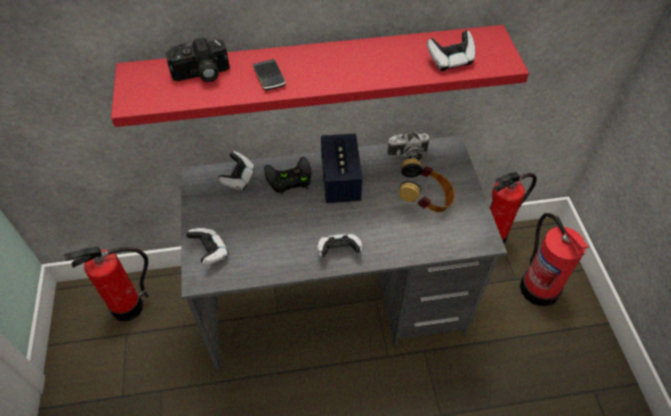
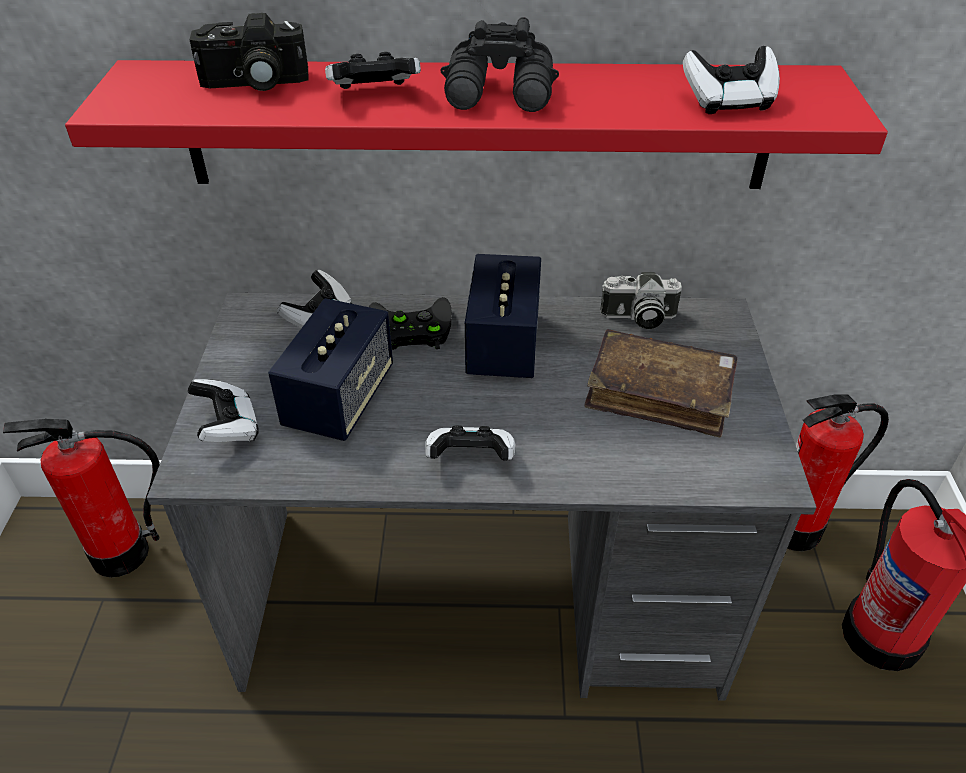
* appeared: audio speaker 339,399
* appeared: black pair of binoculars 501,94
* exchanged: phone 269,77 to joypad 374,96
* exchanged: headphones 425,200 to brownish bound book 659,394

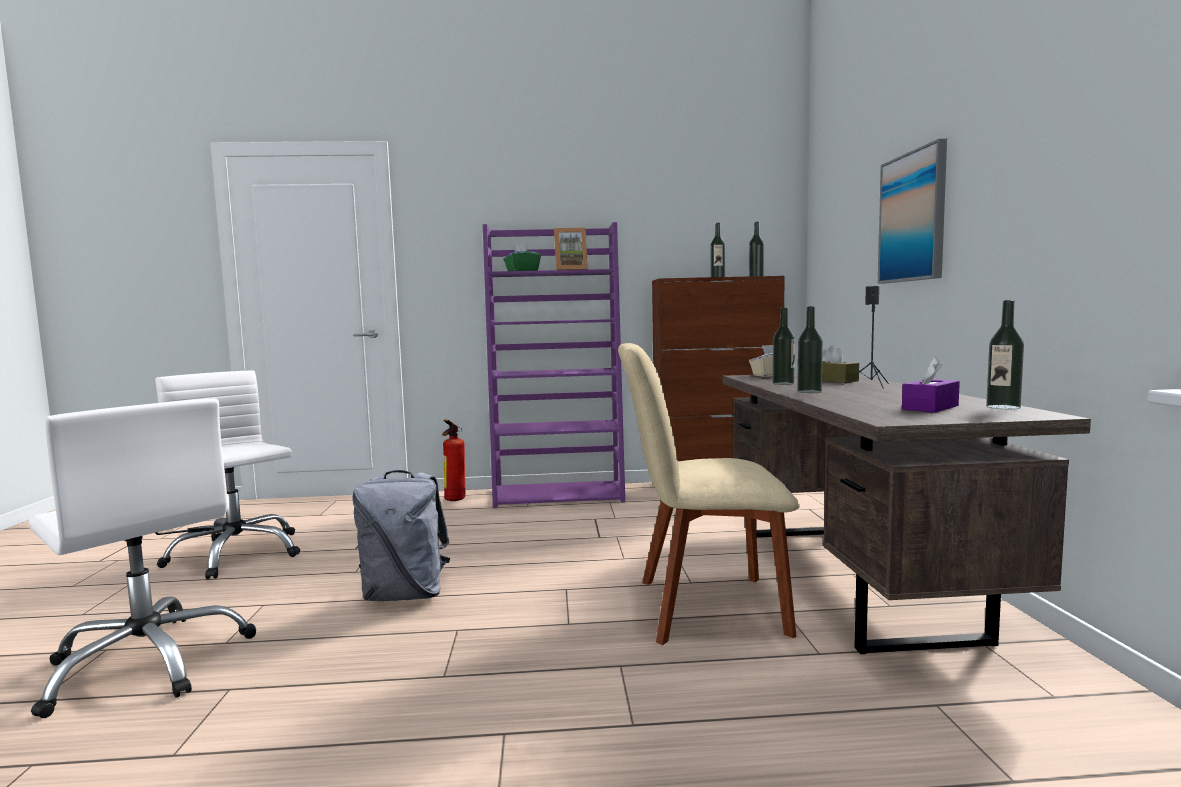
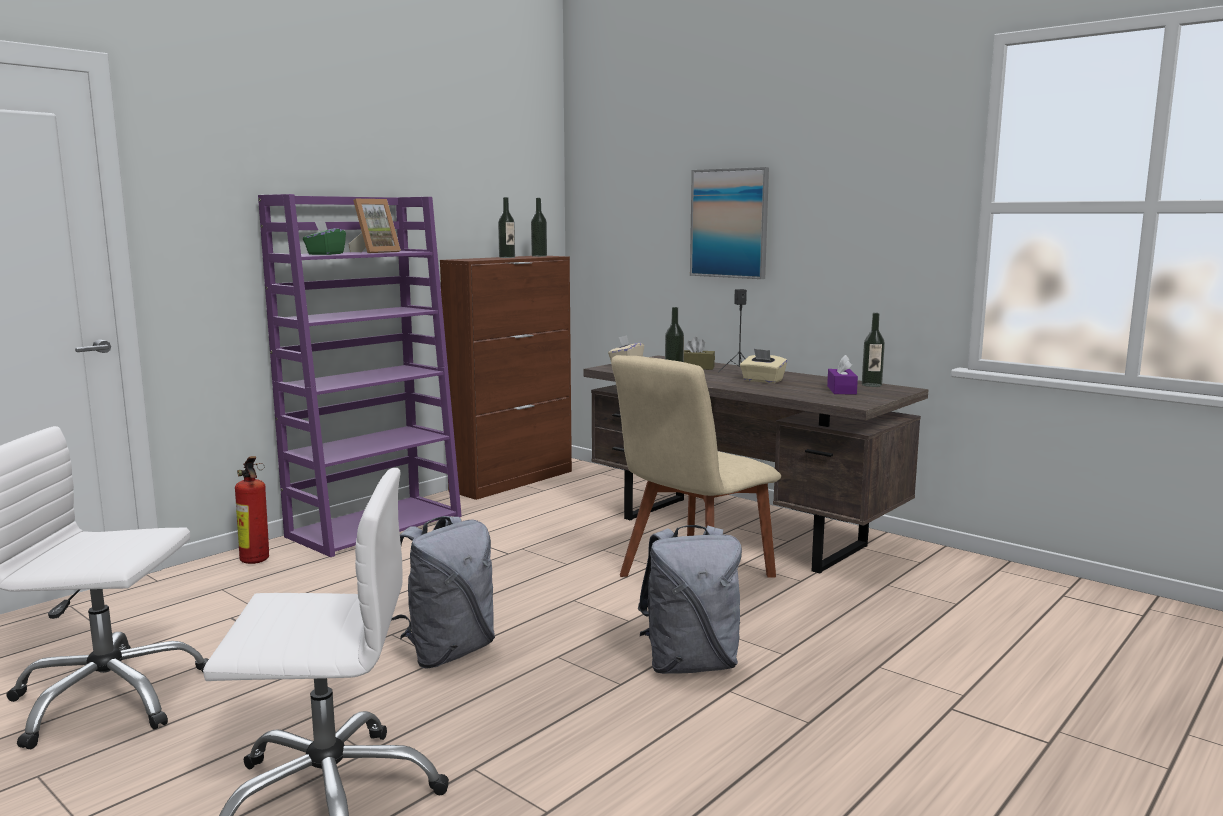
* missing: drink bottle 809,391
* appeared: greyish knapsack 690,664
* appeared: sand-coloured tissue box 762,381

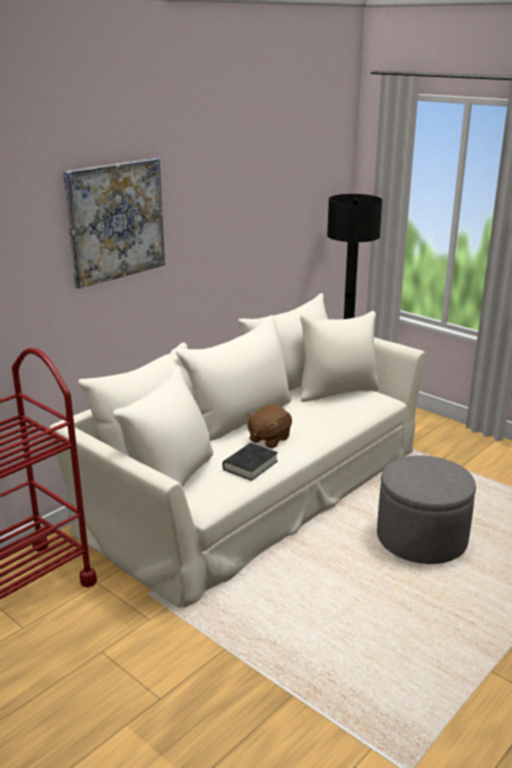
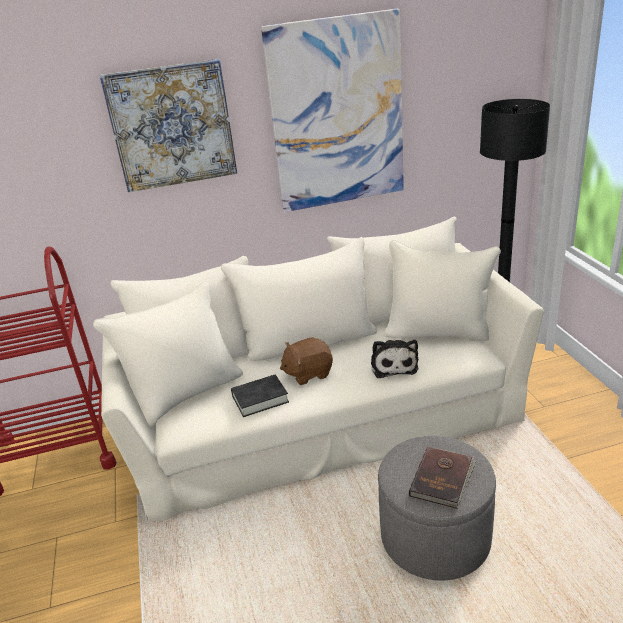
* appeared: wall picture 337,114
* appeared: soft toy 393,365
* appeared: brownish bound book 443,479

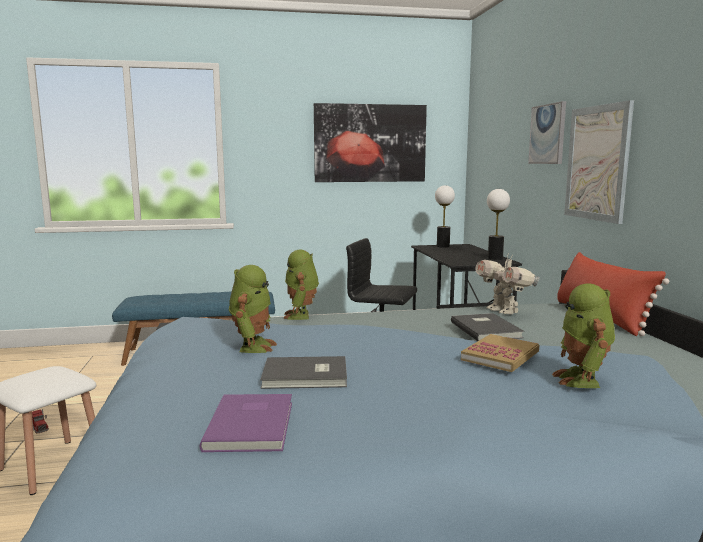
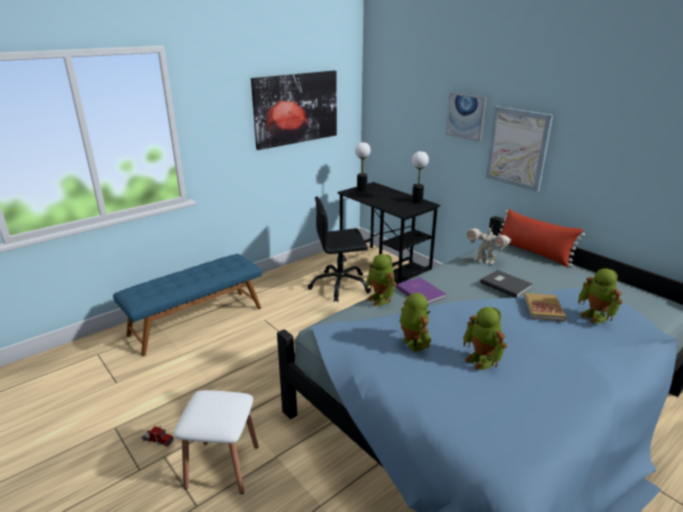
* relocated: purple-coloured bound book 253,424 to 421,292
* exchanged: greyish bound book 306,376 to model robot 482,360

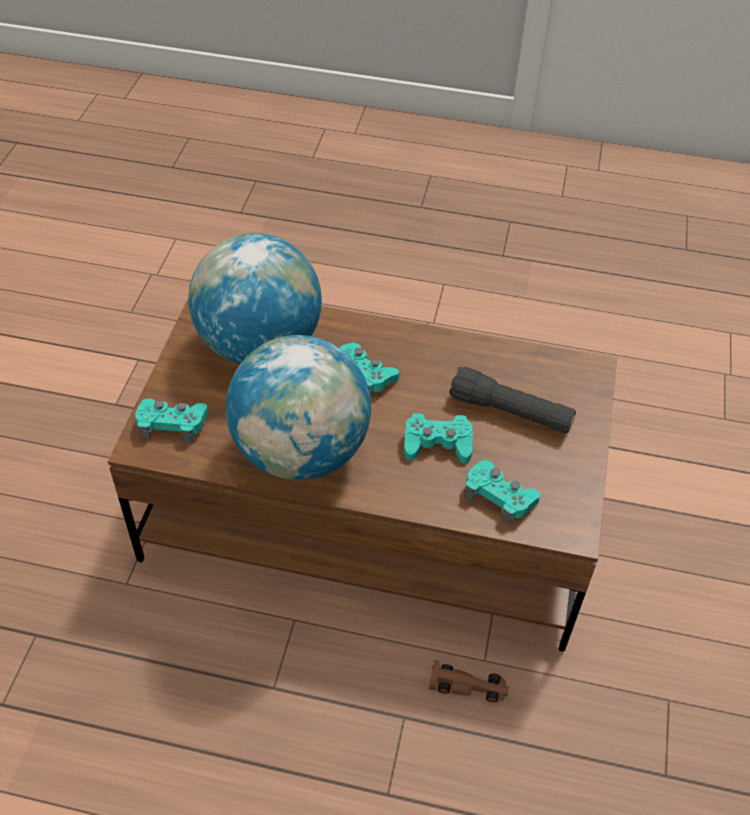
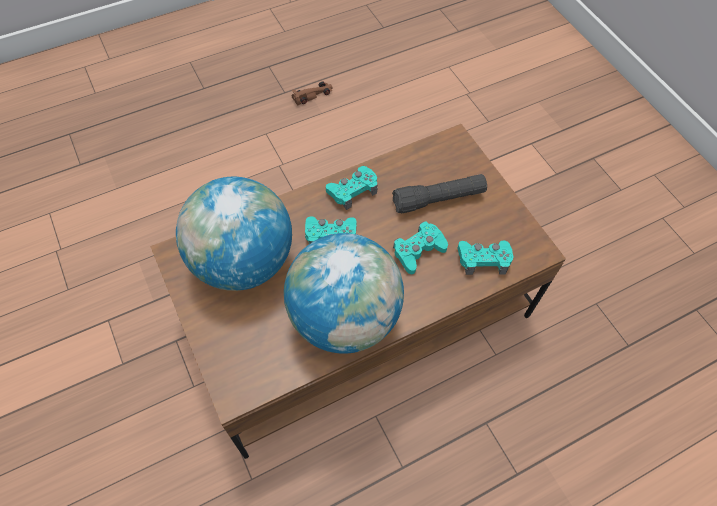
* relocated: turquoise-coloured joypad 172,424 to 352,190
* relocated: brownish toy car 468,686 to 313,95

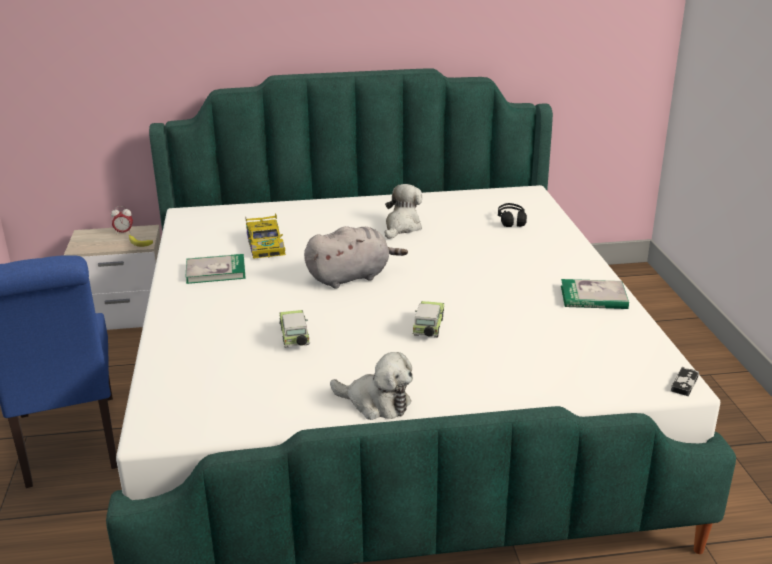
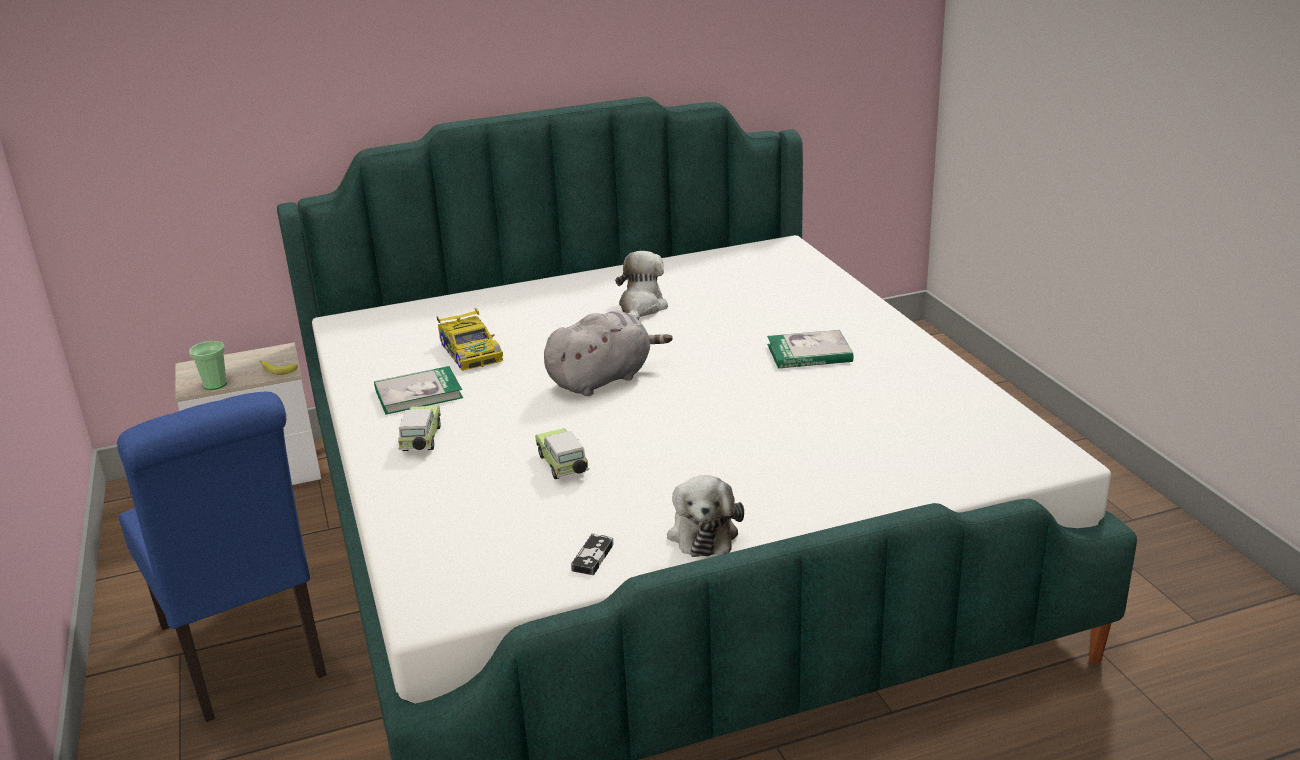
* missing: bedside clock 124,233
* missing: black headphones 511,221
* appeared: drinking cup 215,385
* relocated: toy car 428,329 to 421,441
* relocated: bound book 593,297 to 809,353
* relocated: joypad 684,383 to 593,557
* spun: soft toy 376,403 = 703,532 75 degrees clockwise

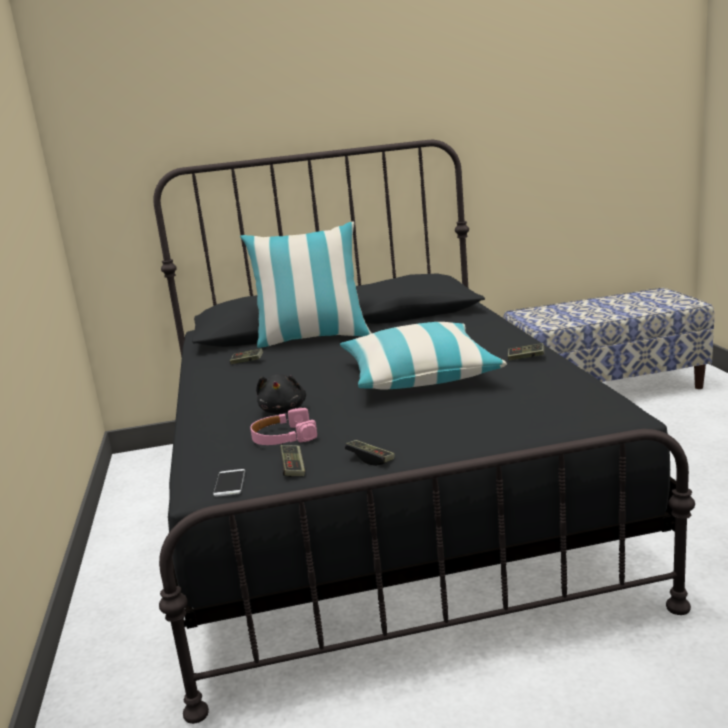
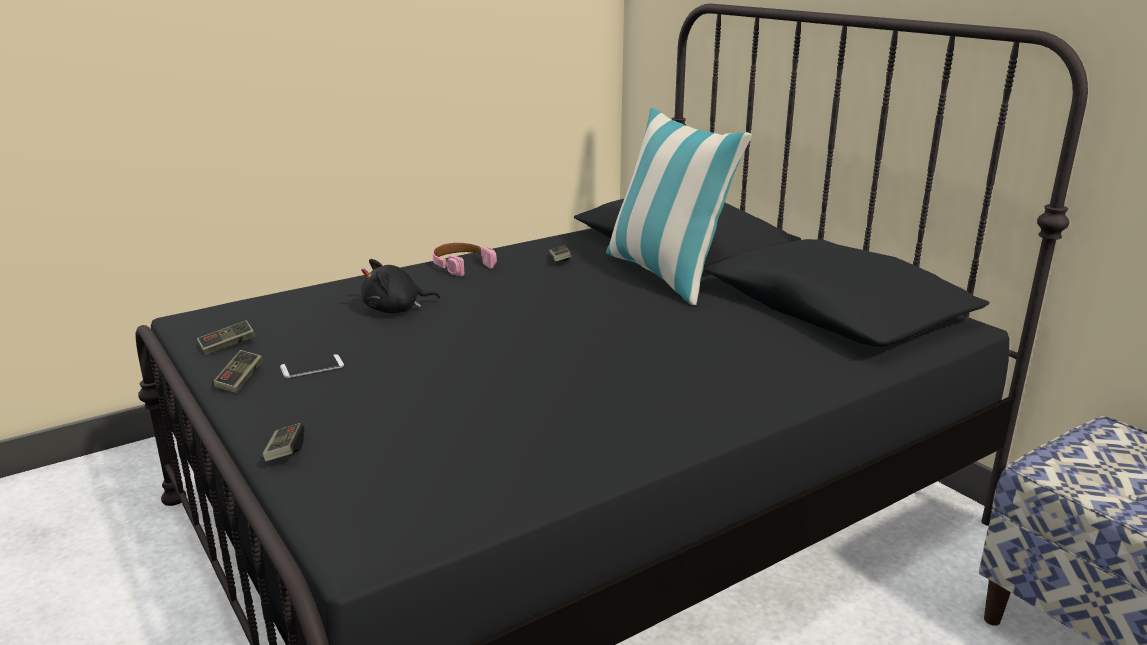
* missing: cushion 418,375
* relocated: phone 229,483 to 312,367
* relocated: pink headphones 283,437 to 461,265
* relocated: joypad 526,358 to 285,452

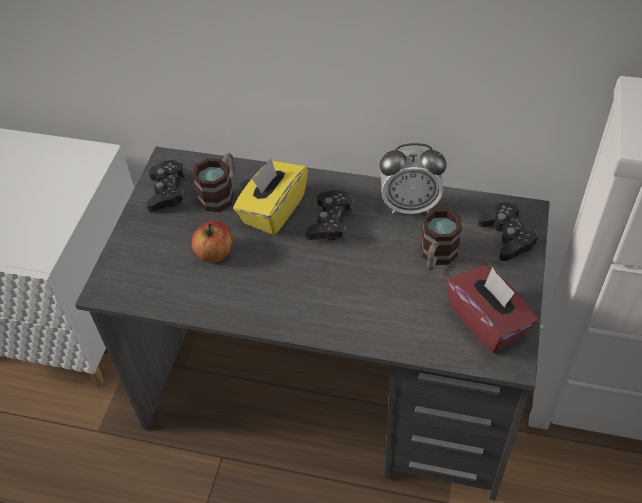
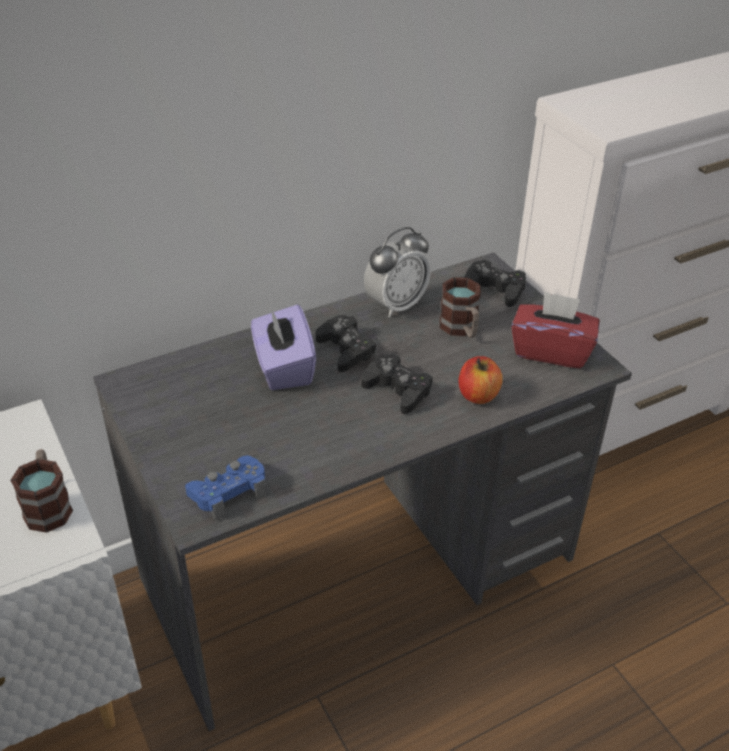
* appeared: blue-coloured joypad 228,492
* relocated: black joypad 167,191 to 397,389
* relocated: mug 220,193 to 48,505
* relocated: apple fruit 215,253 to 478,395
* colour: yellow-coloured tissue box 273,210 to purple-coloured tissue box 283,367

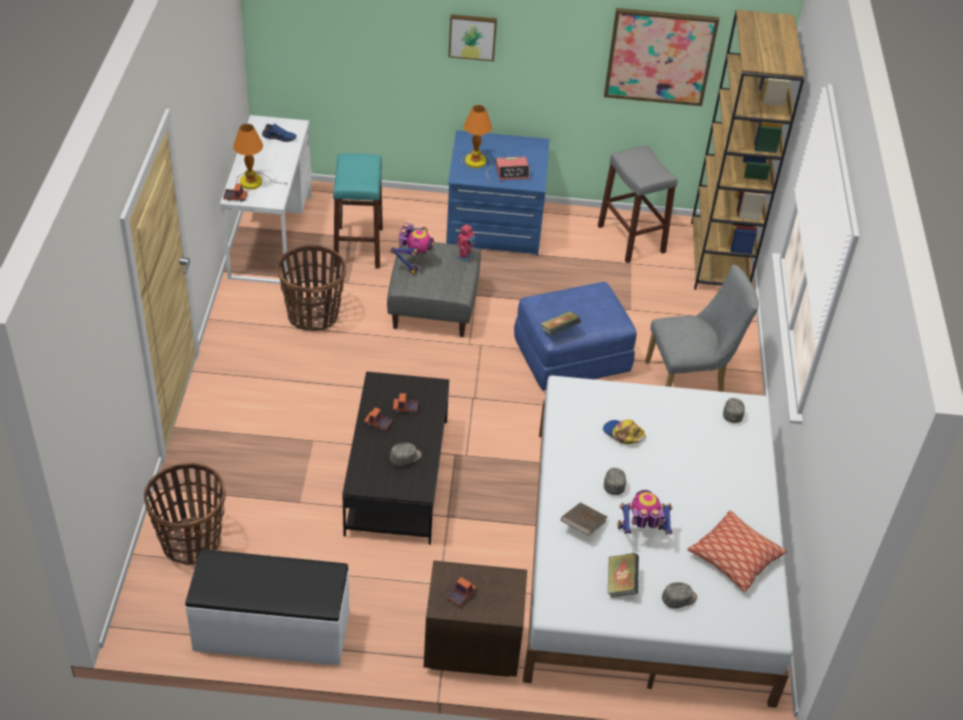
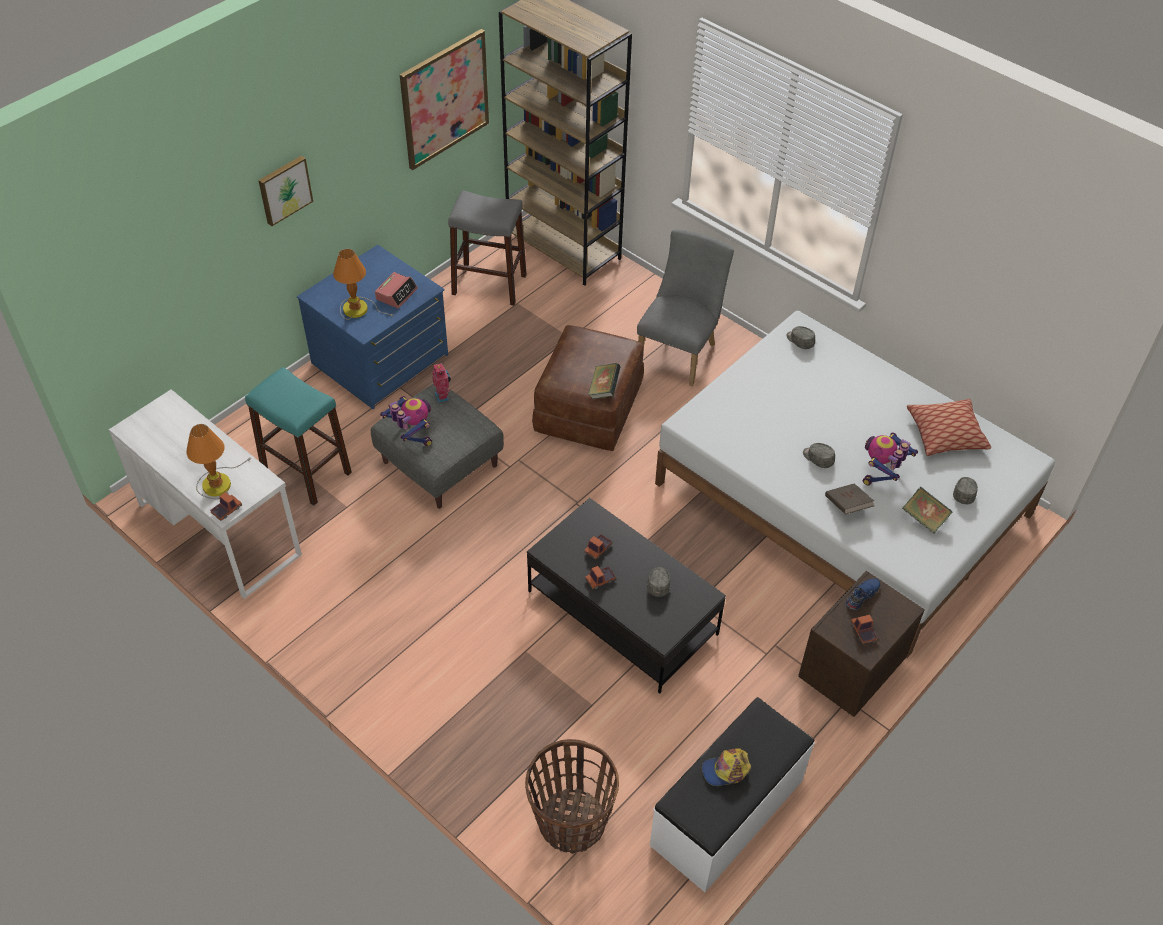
* missing: storage basket 313,315
* relocated: blue-coloured shoe 279,137 to 861,595
* relocated: peaked cap 622,434 to 726,770
* colour: blue-coloured pouffe 572,356 to brownish pouffe 588,408

